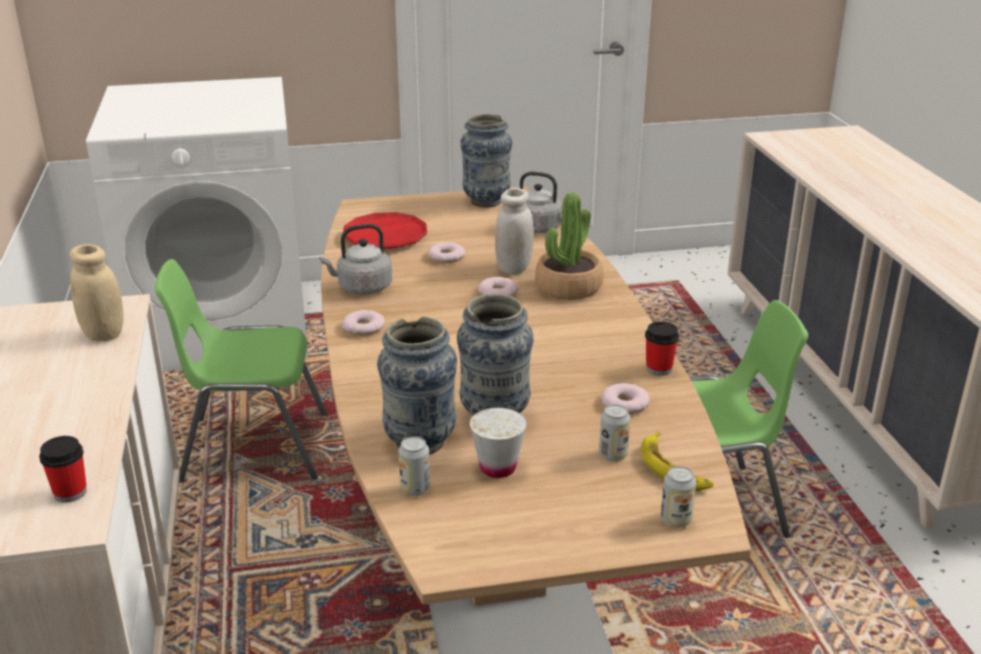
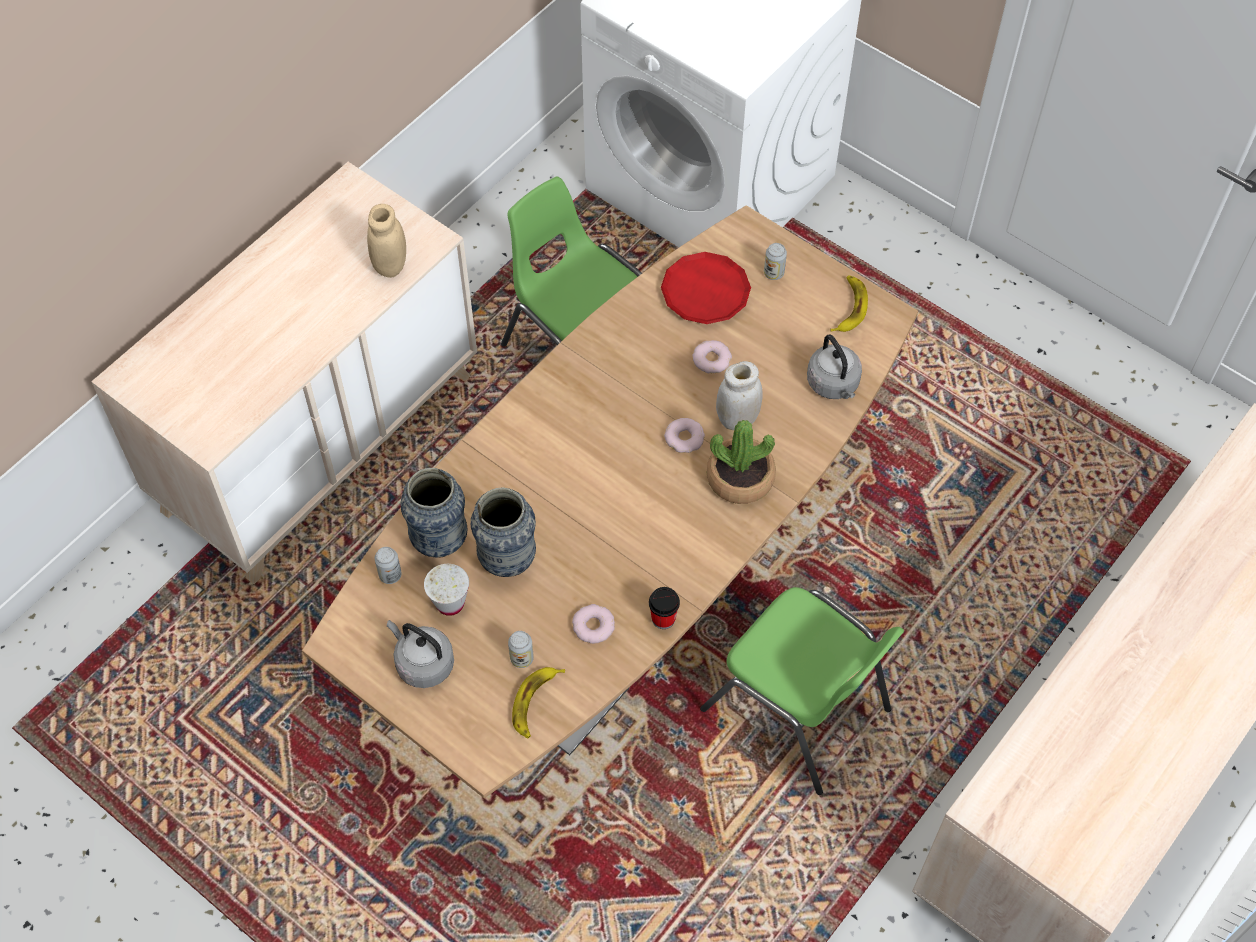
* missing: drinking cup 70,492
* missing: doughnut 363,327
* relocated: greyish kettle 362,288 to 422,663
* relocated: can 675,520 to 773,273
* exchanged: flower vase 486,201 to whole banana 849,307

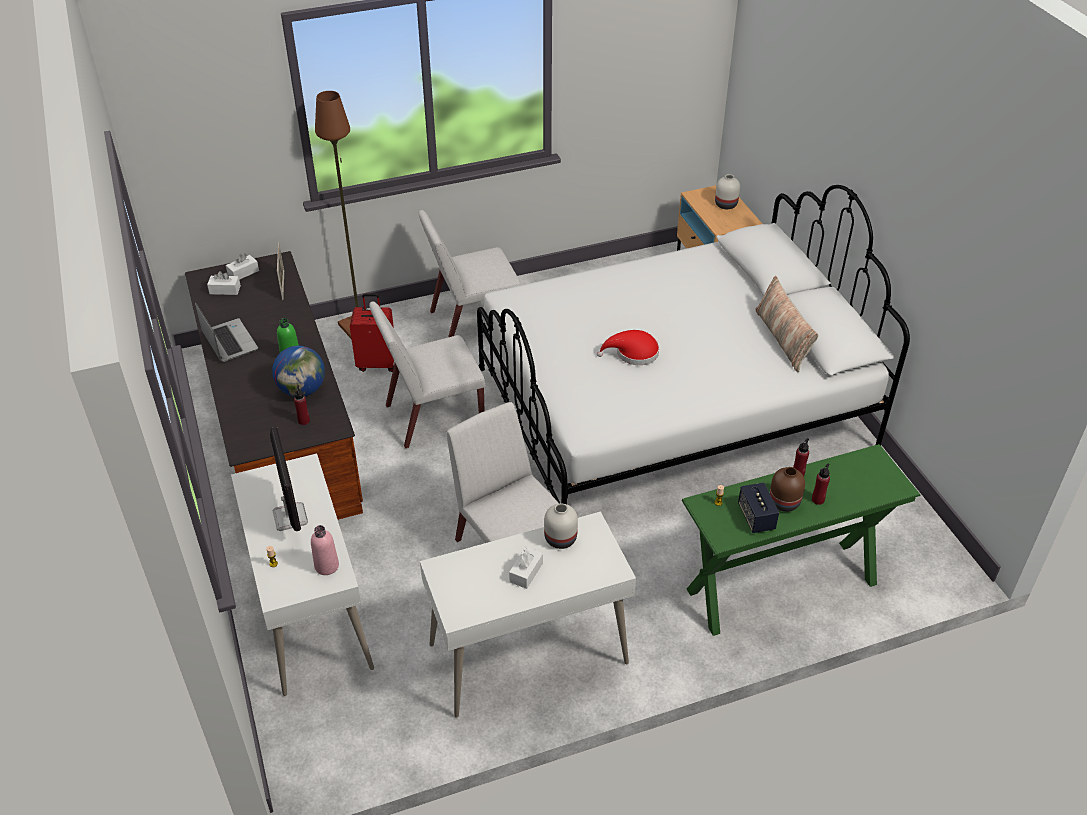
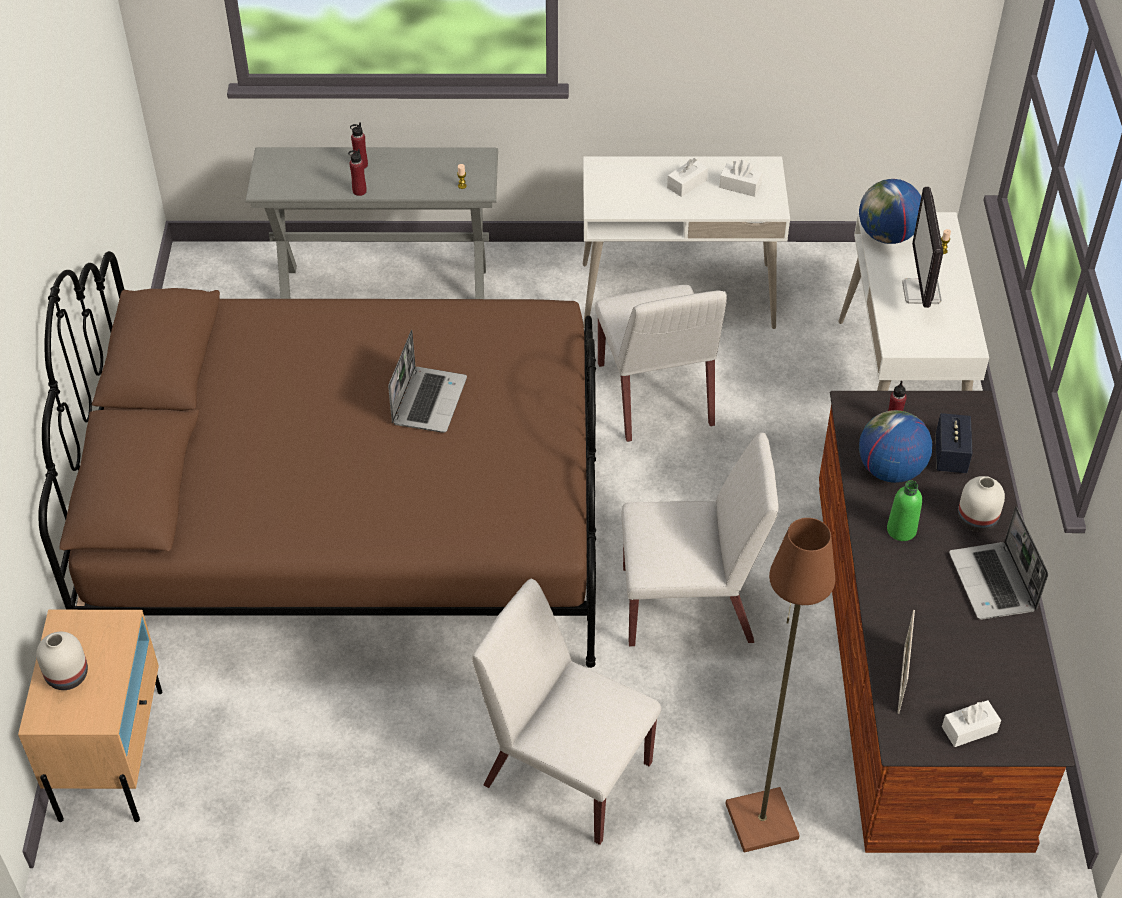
* missing: red-coloured travel case 377,363
* missing: cushion 783,339
* missing: brownish flower vase 783,502
* relocated: white tissue box 225,290 to 740,186
* relocated: white flower vase 561,539 to 976,519
* relocated: audio speaker 756,517 to 950,455
* exchanged: pink drink bottle 326,566 to world globe 887,236
* exchanged: red-coloured hat 633,353 to laptop 428,400
* colour: white bedroom bed 672,409 to brownish bedroom bed 354,521
* colour: greenish console table 781,586 to greyish console table 385,288
* spun: white upright chair 473,322 = 566,773 150 degrees counterclockwise

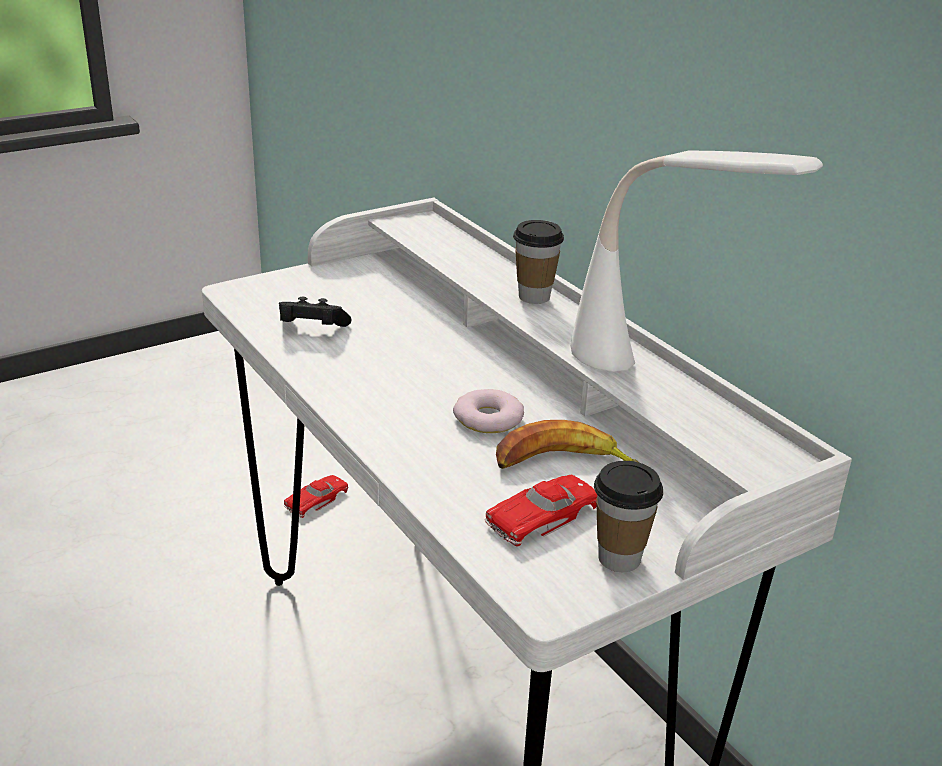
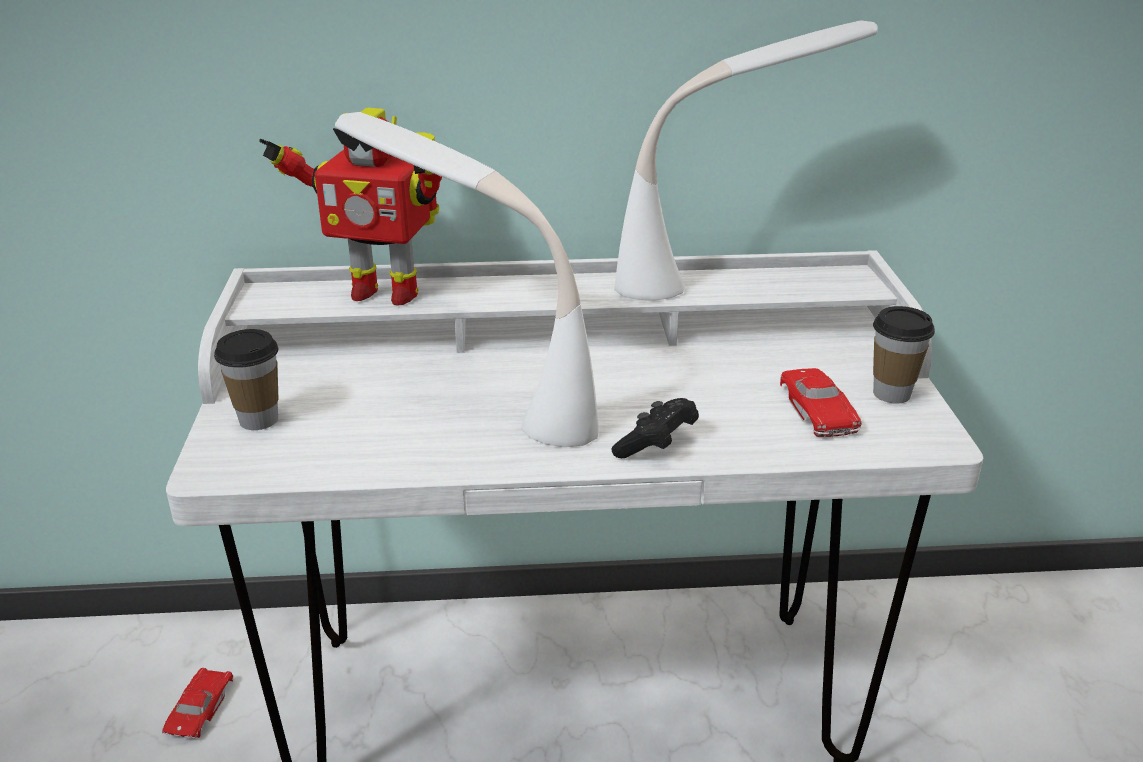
* missing: doughnut 488,418
* missing: whole banana 562,463
* appeared: model robot 383,291
* appeared: white table lamp 478,408
* relocated: black joypad 311,329 to 656,445
* relocated: drinking cup 534,296 to 258,420
* spun: red-coloured toy car 316,500 = 199,708 150 degrees counterclockwise

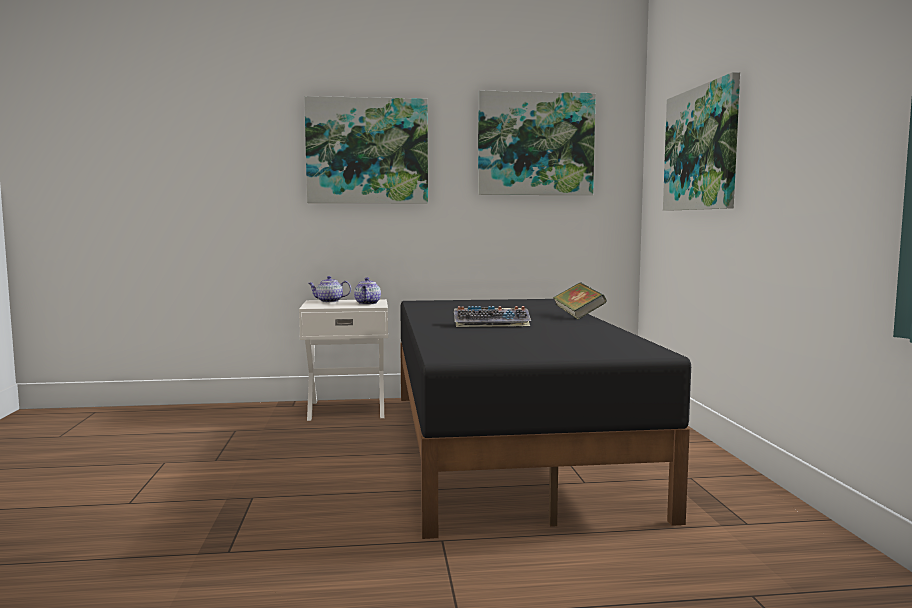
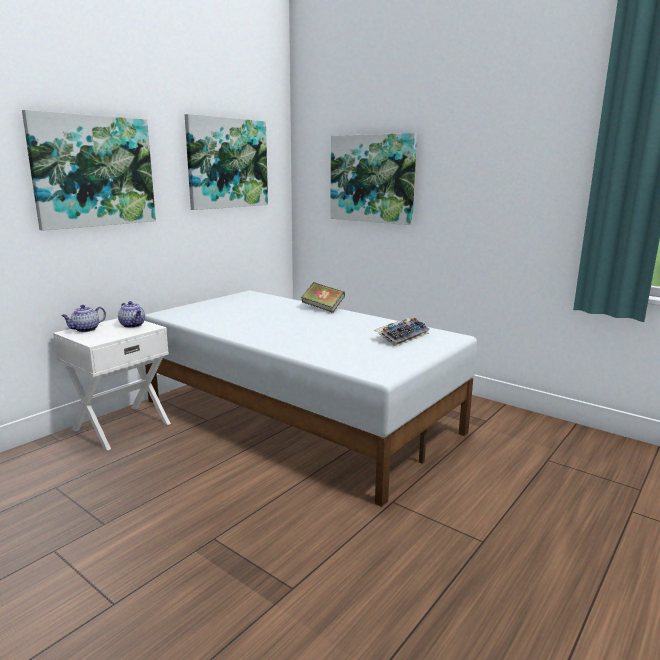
* relocated: PC keyboard 492,324 to 402,336
* colour: black bedroom bed 508,445 to white bedroom bed 299,415

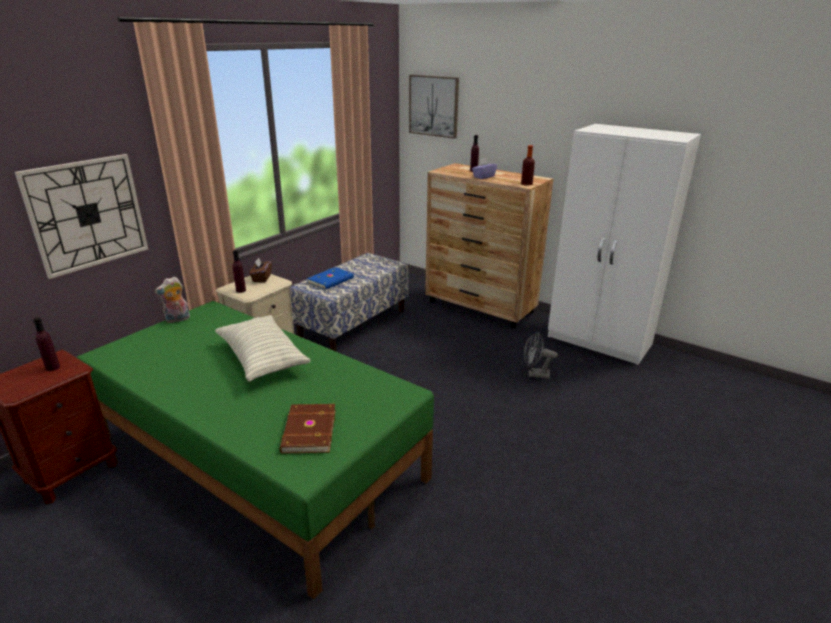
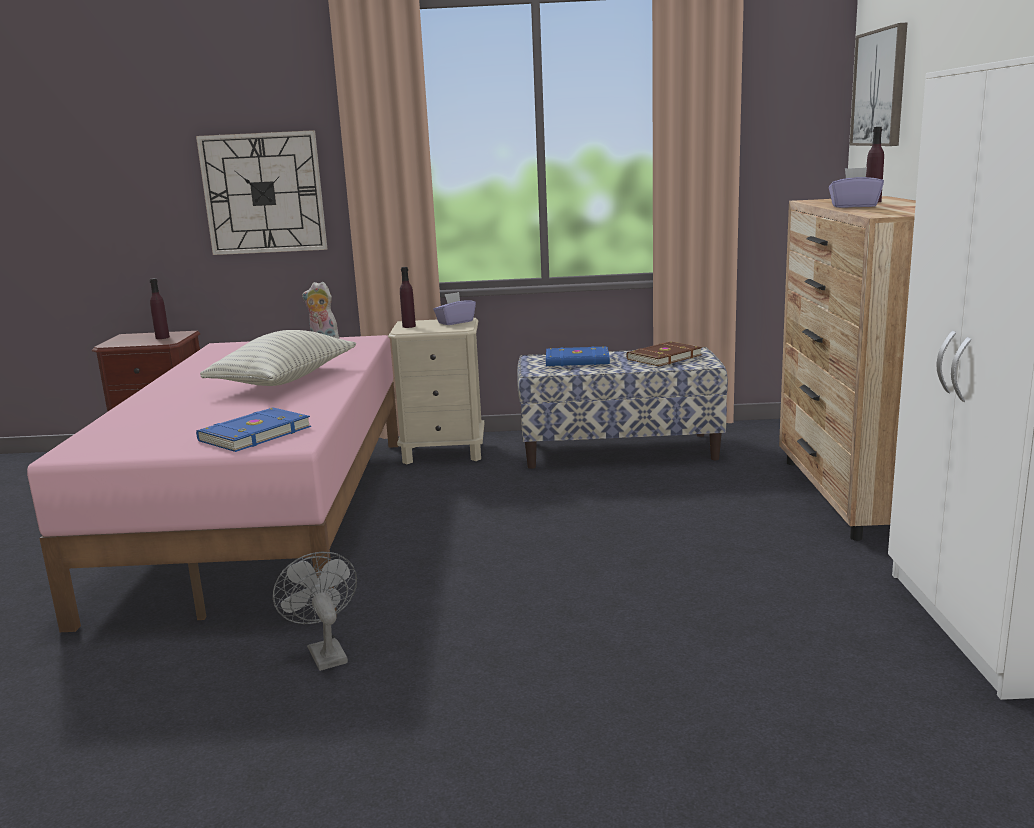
* missing: drink bottle 526,184
* appeared: blue-coloured bound book 253,434
* relocated: brownish bound book 307,431 to 663,357
* relocated: greyish fan 535,374 to 324,652
* colour: greenish bedroom bed 259,456 to pink bedroom bed 269,517
* colour: brownish tissue box 261,278 to purple-coloured tissue box 455,322

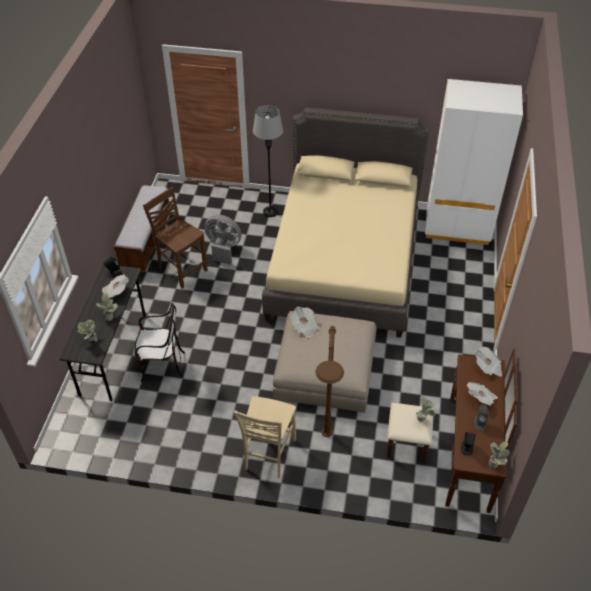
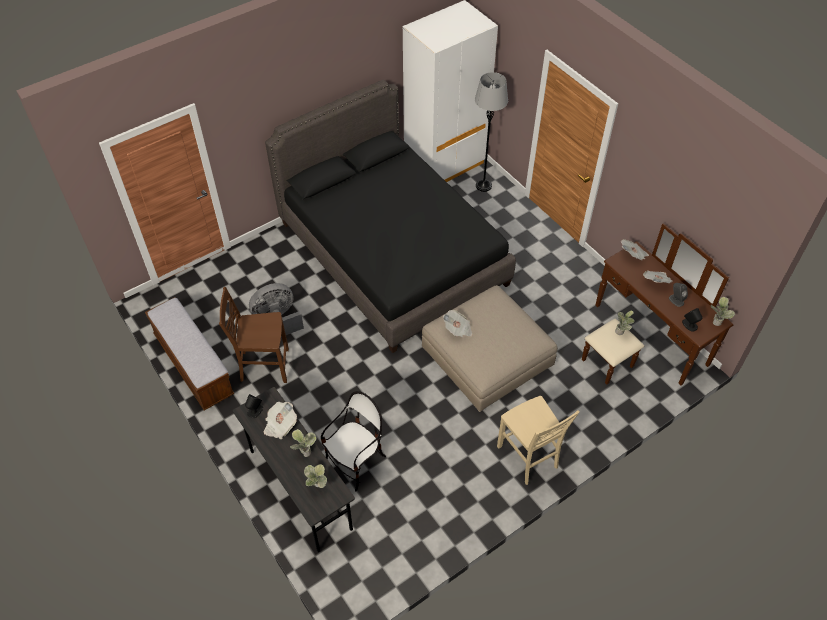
* missing: brownish floor lamp 324,463
* relocated: greyish floor lamp 270,212 to 483,186
* colour: sand-coloured bedroom bed 344,260 to black bedroom bed 392,254

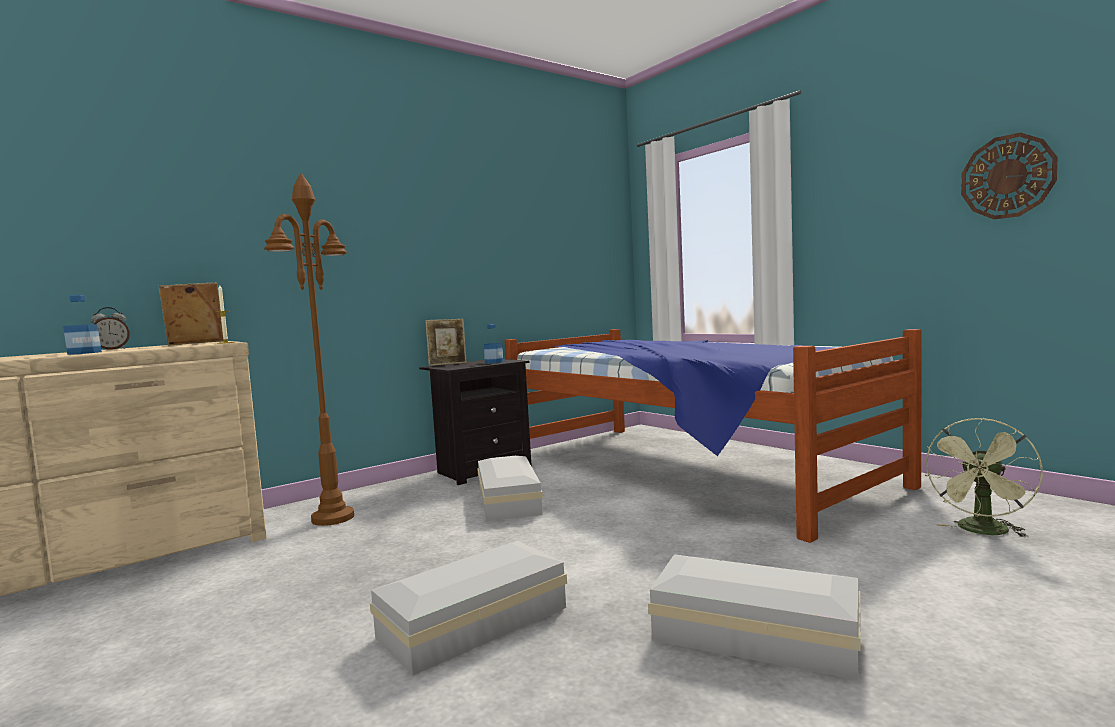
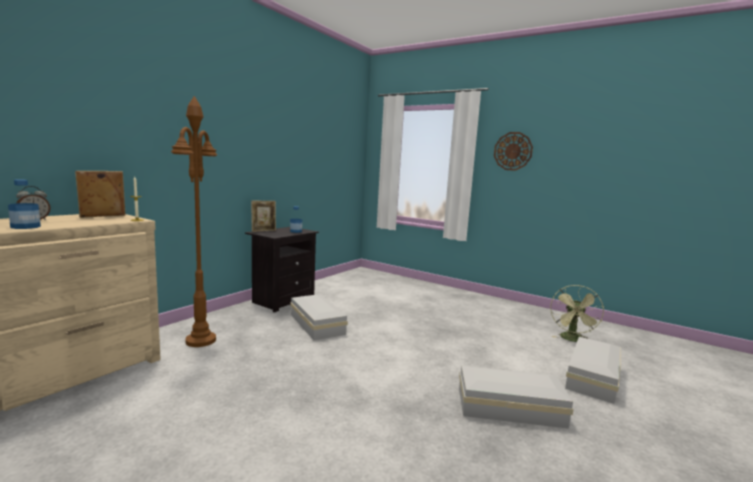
* missing: bedroom bed 683,469
* relocated: white storage box 470,622 to 591,377
* relocated: hanging clock 1007,177 to 513,151

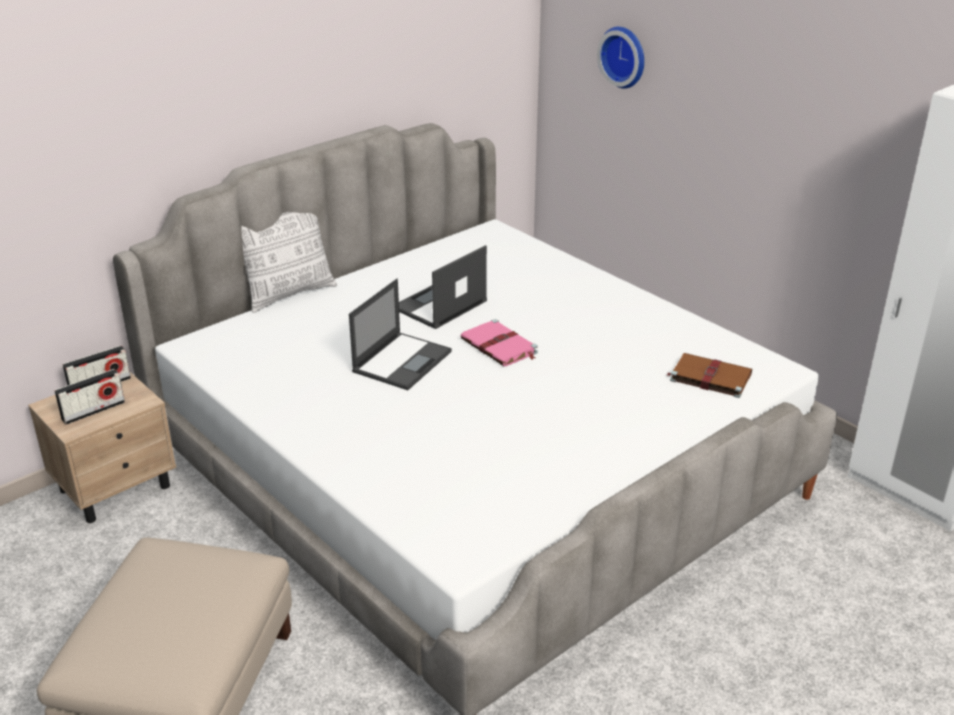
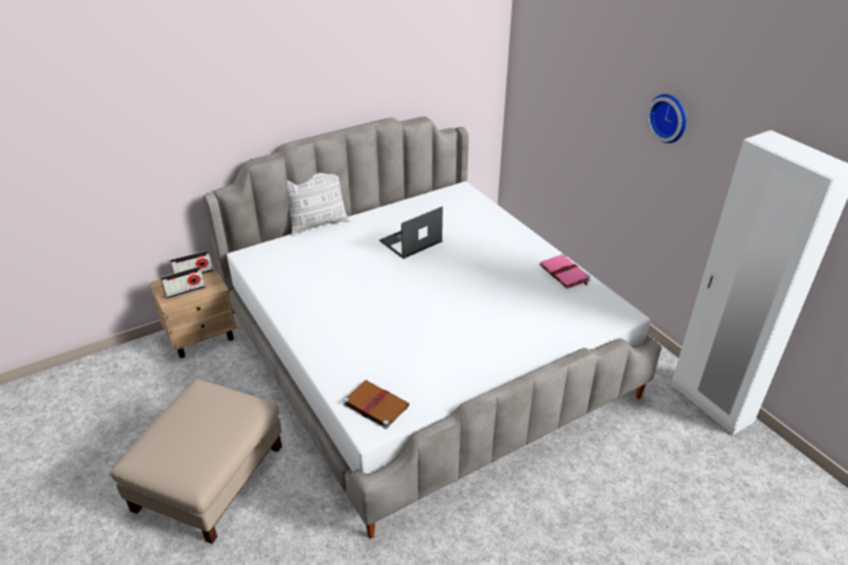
* missing: laptop 402,361
* relocated: pink bound book 500,346 to 565,273
* relocated: hanging clock 624,56 to 669,117
* relocated: brownish bound book 709,377 to 375,405

